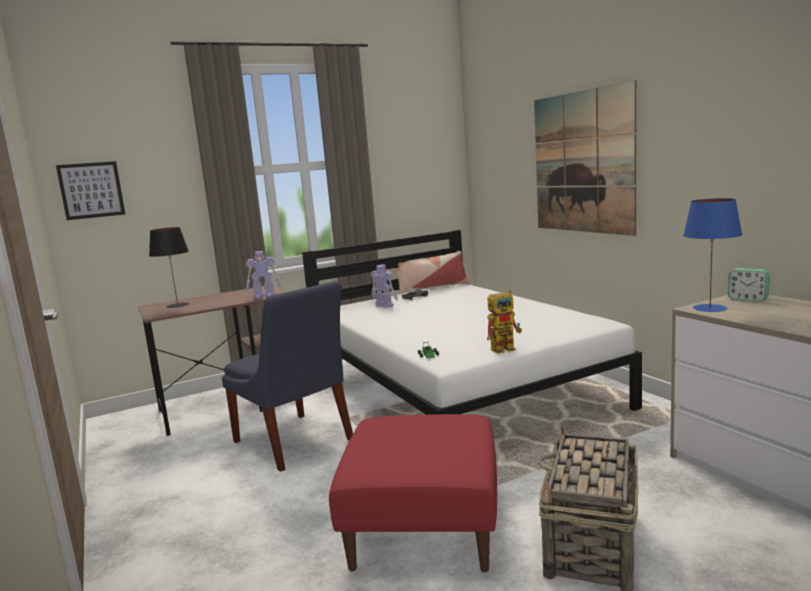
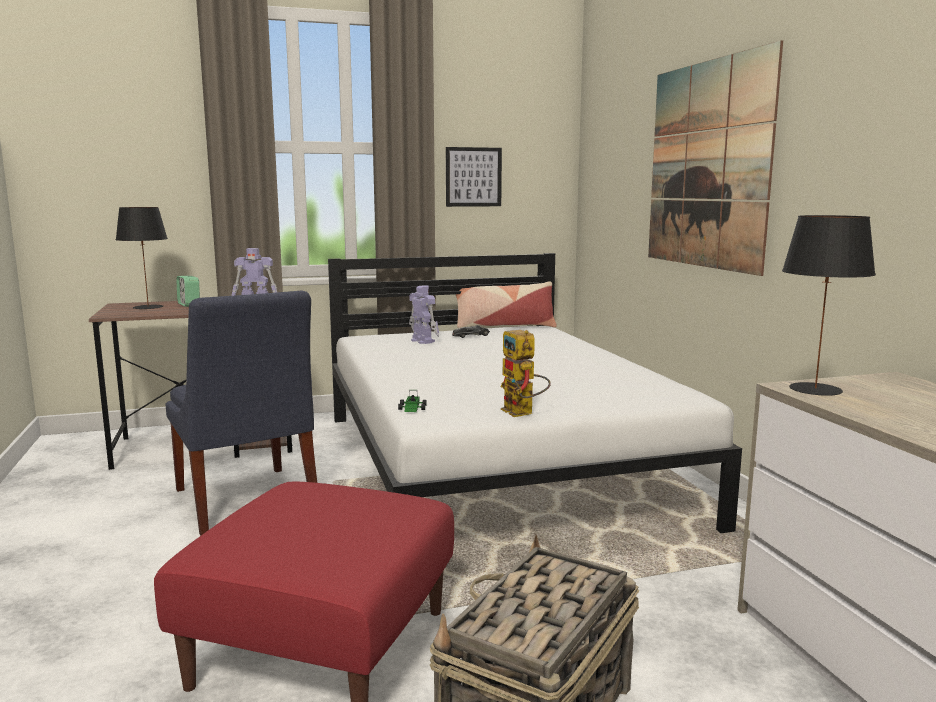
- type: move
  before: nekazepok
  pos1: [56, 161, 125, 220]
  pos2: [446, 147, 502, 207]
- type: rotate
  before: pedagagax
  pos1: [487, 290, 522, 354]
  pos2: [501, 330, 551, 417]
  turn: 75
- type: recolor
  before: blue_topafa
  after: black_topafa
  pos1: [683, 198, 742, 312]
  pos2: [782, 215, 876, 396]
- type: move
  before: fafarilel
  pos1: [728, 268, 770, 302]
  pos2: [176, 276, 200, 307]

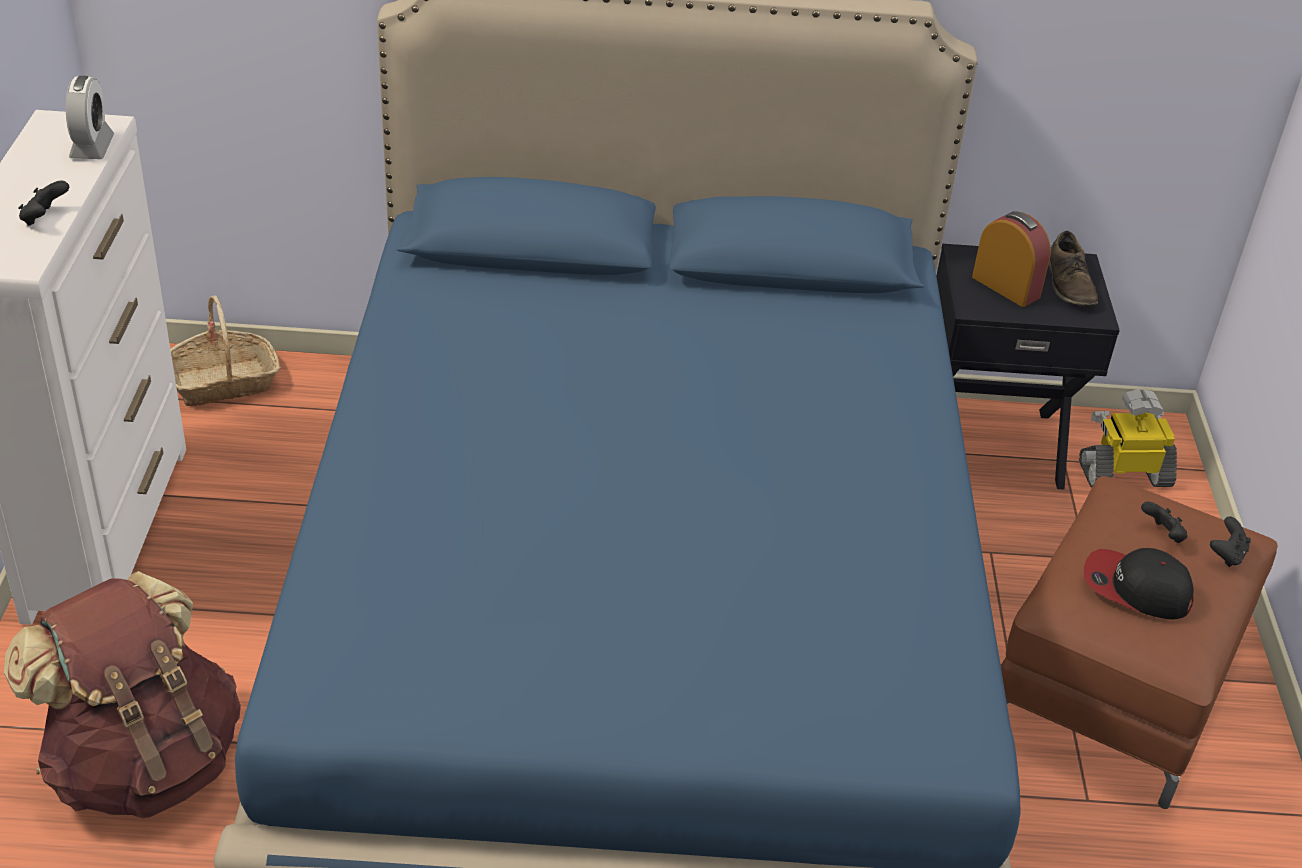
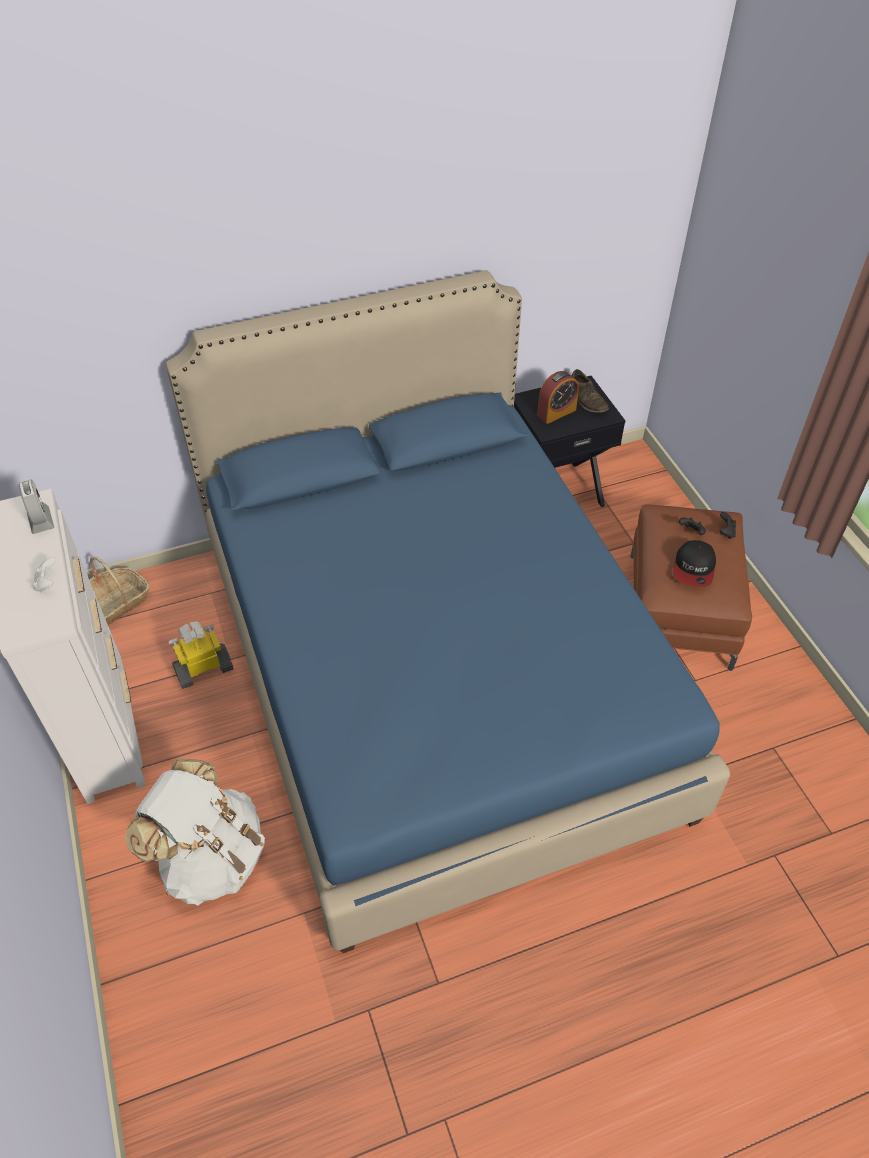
- type: recolor
  before: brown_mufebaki
  after: white_mufebaki
  pos1: [4, 571, 241, 818]
  pos2: [125, 759, 265, 905]
- type: recolor
  before: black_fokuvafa
  after: white_fokuvafa
  pos1: [18, 181, 69, 226]
  pos2: [32, 557, 56, 592]
- type: rotate
  before: fafarilel
  pos1: [972, 211, 1051, 307]
  pos2: [537, 371, 579, 424]
  turn: 120
- type: move
  before: pedagagax
  pos1: [1079, 389, 1177, 488]
  pos2: [168, 621, 234, 689]
- type: rotate
  before: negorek
  pos1: [1084, 548, 1193, 620]
  pos2: [673, 540, 716, 587]
  turn: -75

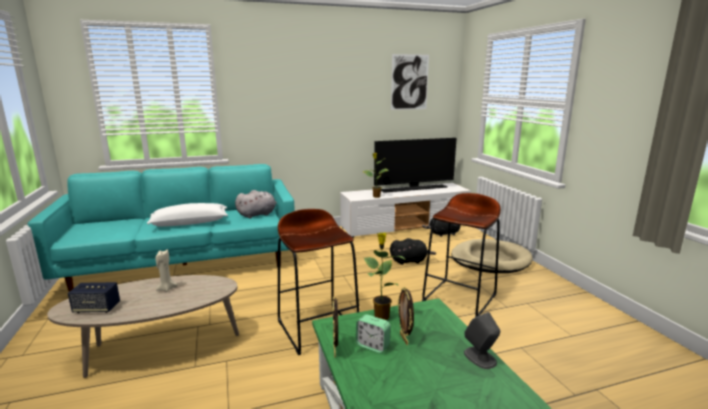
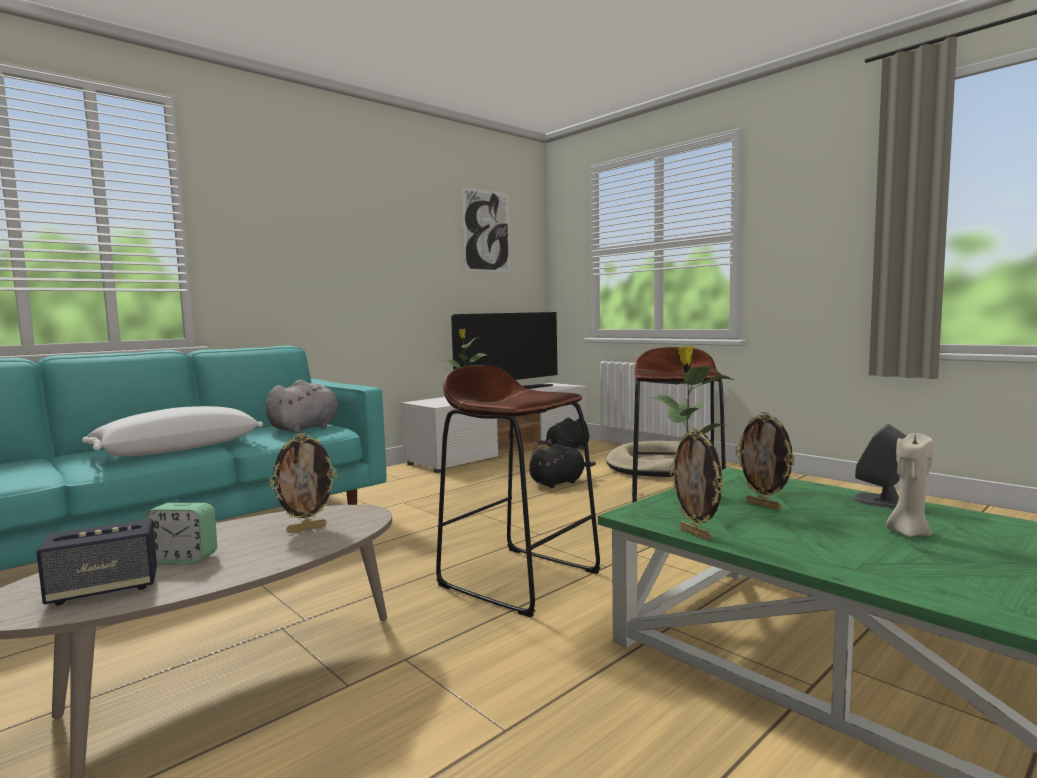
- type: move
  before: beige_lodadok
  pos1: [155, 250, 178, 292]
  pos2: [886, 433, 933, 537]
- type: move
  before: fafarilel
  pos1: [356, 314, 391, 353]
  pos2: [143, 503, 217, 564]
- type: insert
  after: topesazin
  pos2: [269, 433, 337, 533]

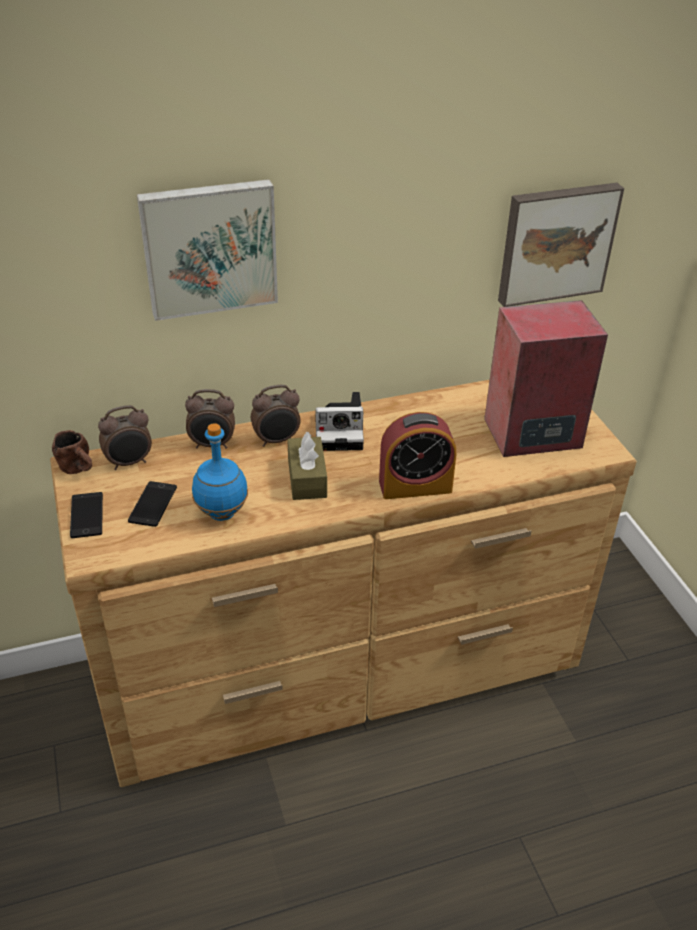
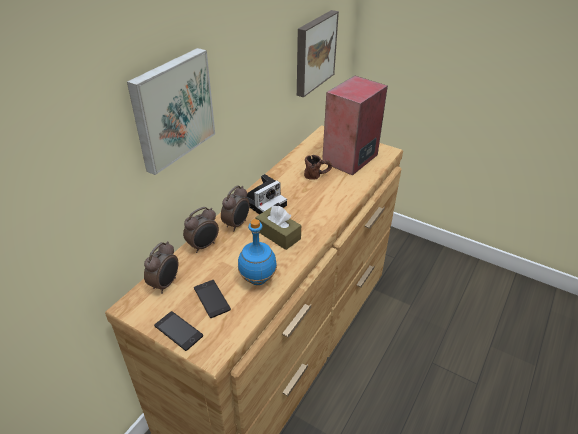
- type: move
  before: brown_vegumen
  pos1: [52, 430, 92, 474]
  pos2: [304, 155, 332, 180]
- type: delete
  before: fafarilel
  pos1: [379, 412, 456, 499]

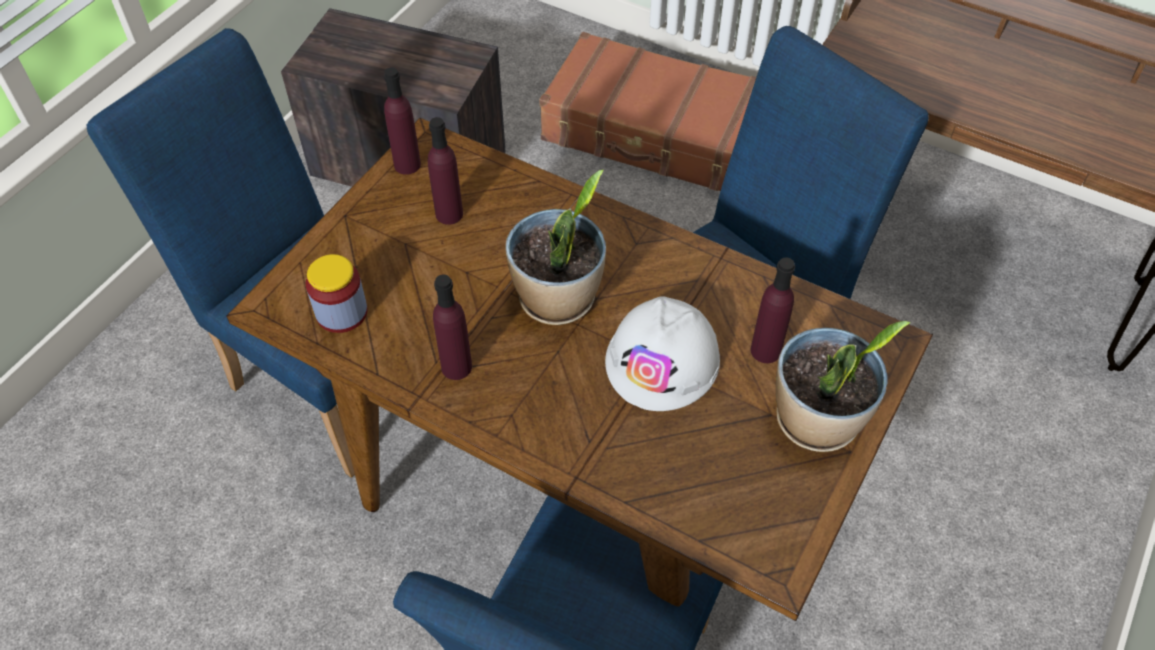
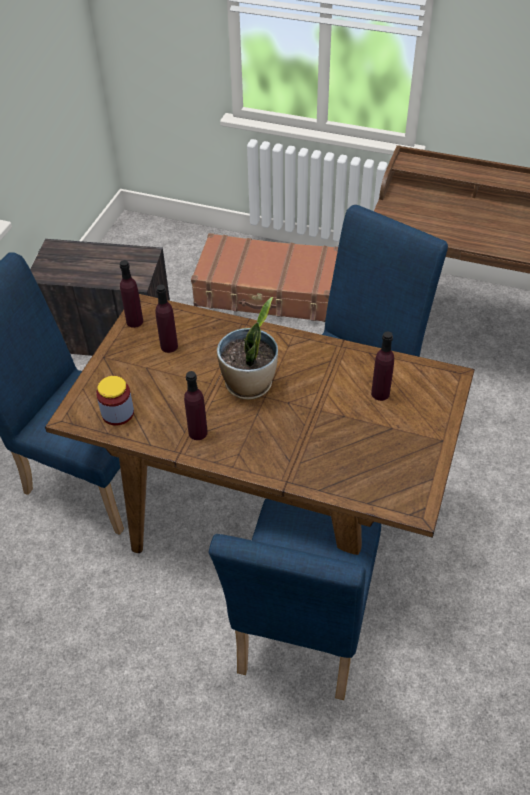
- type: delete
  before: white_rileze
  pos1: [605, 296, 720, 411]
- type: delete
  before: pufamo
  pos1: [776, 321, 911, 452]

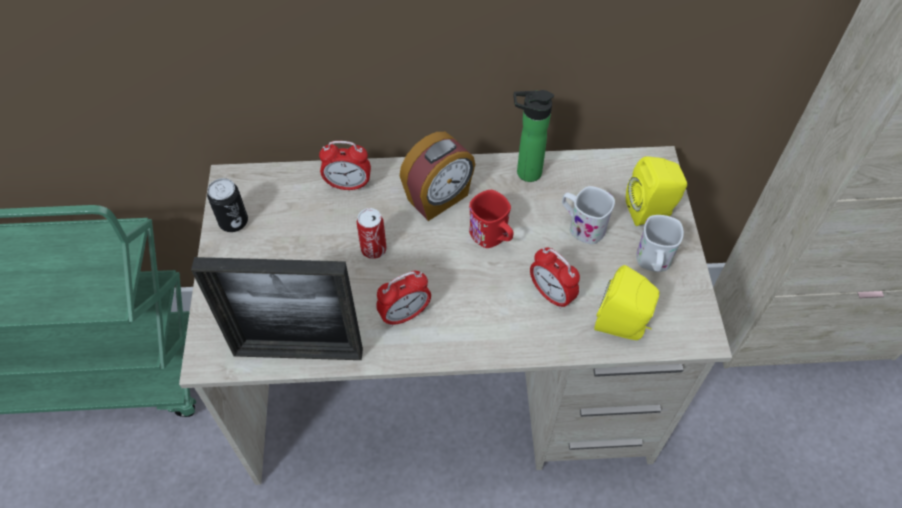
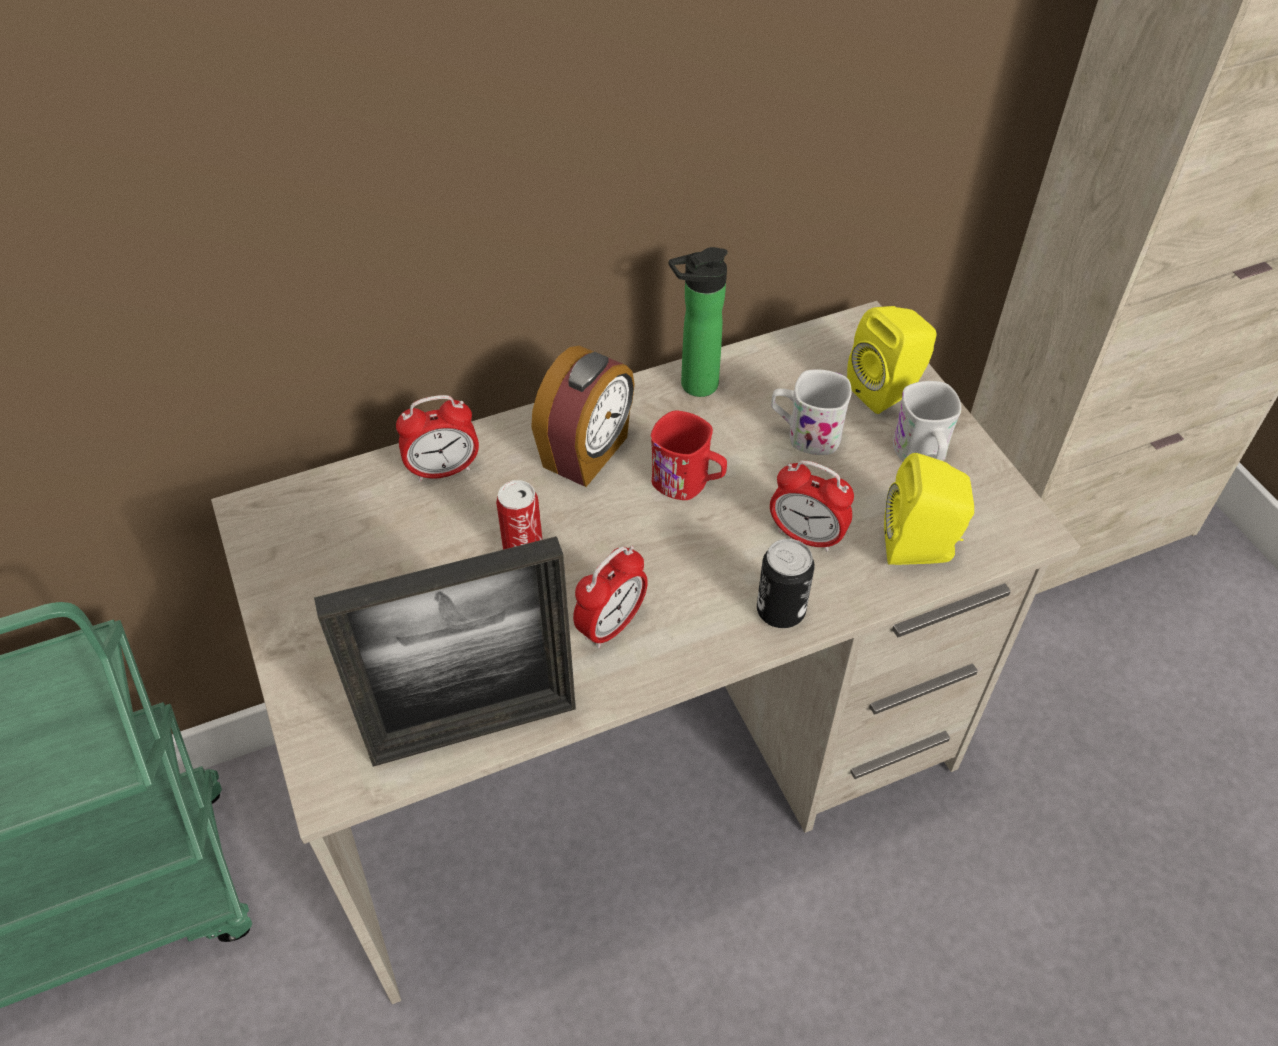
- type: move
  before: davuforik
  pos1: [207, 178, 248, 232]
  pos2: [757, 539, 815, 628]

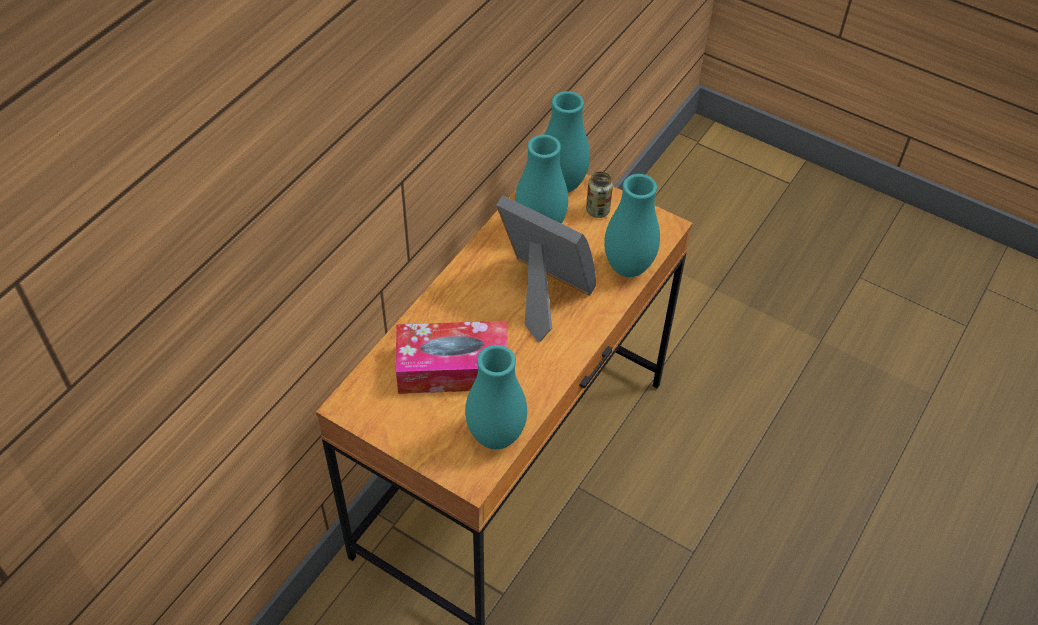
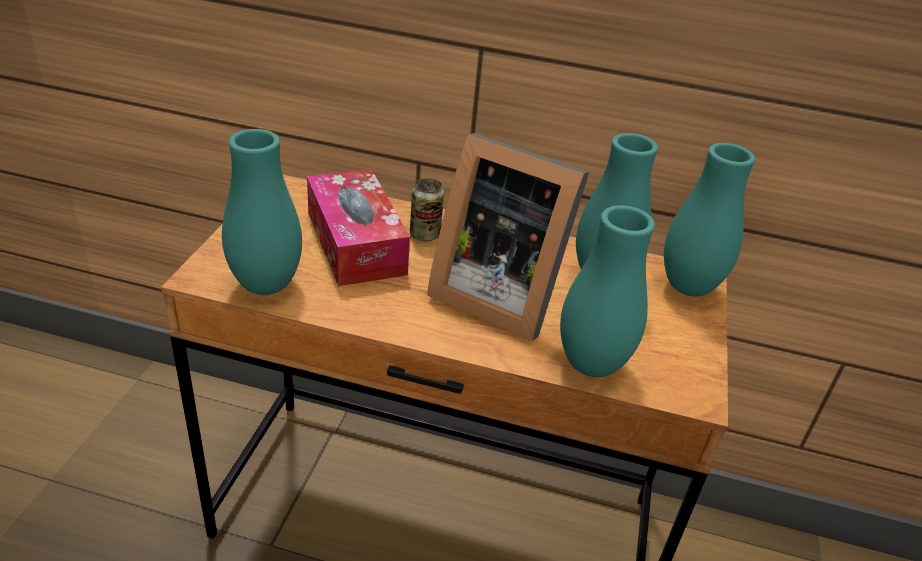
- type: rotate
  before: topesazin
  pos1: [496, 195, 596, 343]
  pos2: [427, 133, 589, 341]
  turn: 105
- type: move
  before: davuforik
  pos1: [586, 172, 613, 218]
  pos2: [410, 178, 444, 241]

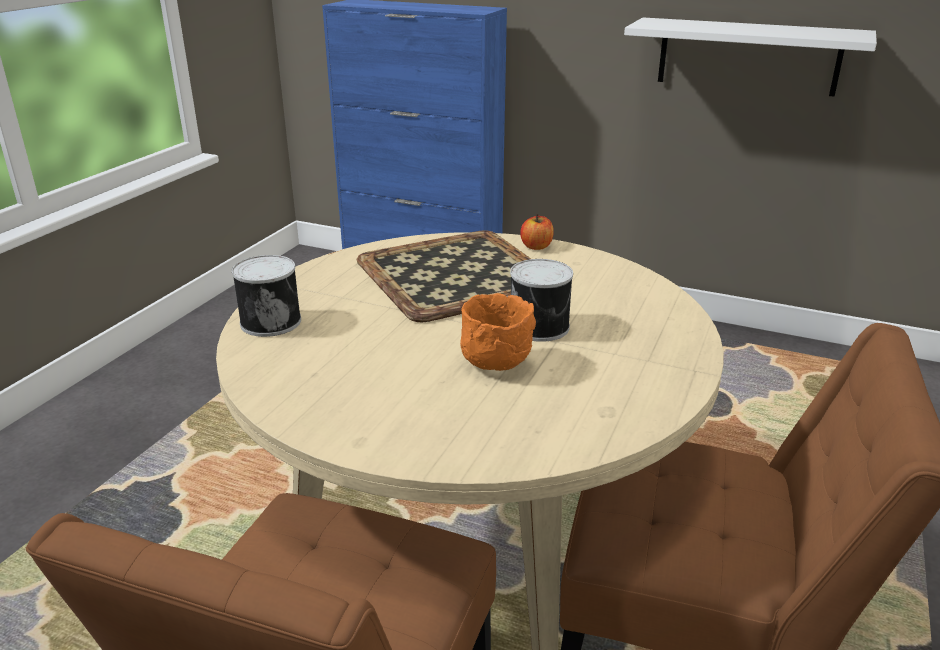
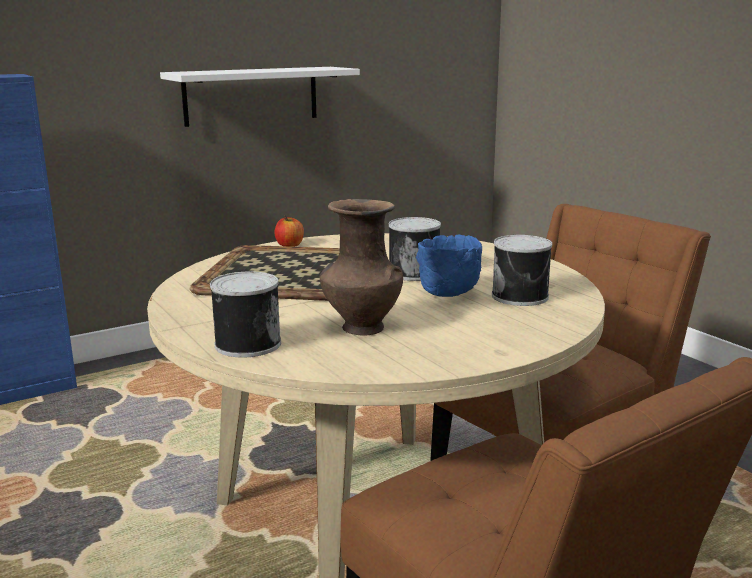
- type: recolor
  before: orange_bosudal
  after: blue_bosudal
  pos1: [460, 293, 536, 371]
  pos2: [416, 234, 482, 297]
- type: insert
  after: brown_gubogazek
  pos2: [320, 199, 403, 335]
- type: insert
  after: davuforik
  pos2: [492, 235, 552, 306]

